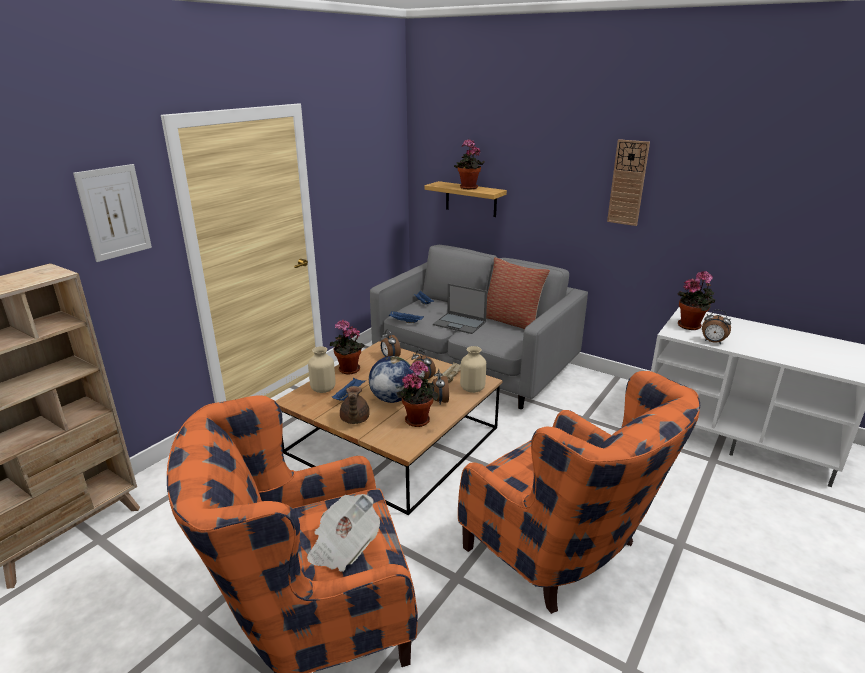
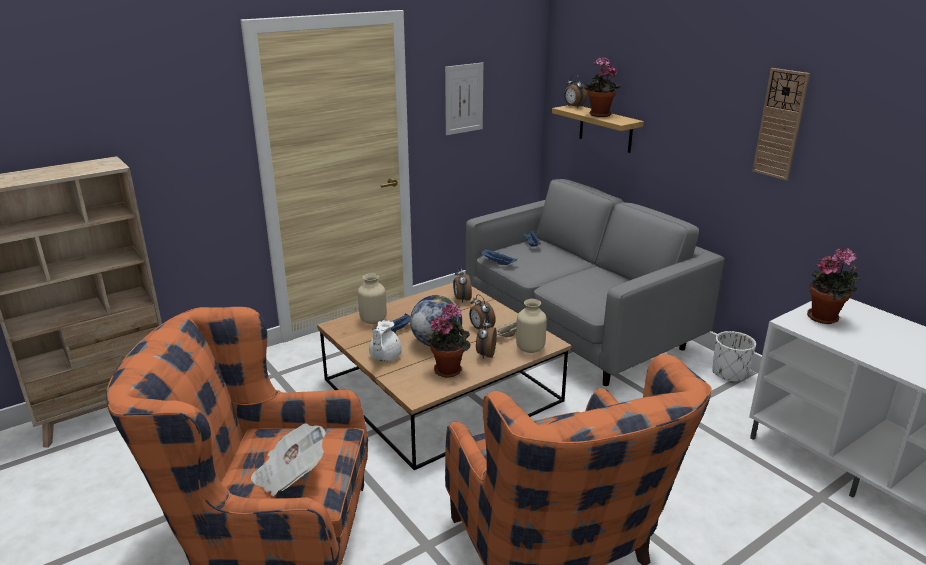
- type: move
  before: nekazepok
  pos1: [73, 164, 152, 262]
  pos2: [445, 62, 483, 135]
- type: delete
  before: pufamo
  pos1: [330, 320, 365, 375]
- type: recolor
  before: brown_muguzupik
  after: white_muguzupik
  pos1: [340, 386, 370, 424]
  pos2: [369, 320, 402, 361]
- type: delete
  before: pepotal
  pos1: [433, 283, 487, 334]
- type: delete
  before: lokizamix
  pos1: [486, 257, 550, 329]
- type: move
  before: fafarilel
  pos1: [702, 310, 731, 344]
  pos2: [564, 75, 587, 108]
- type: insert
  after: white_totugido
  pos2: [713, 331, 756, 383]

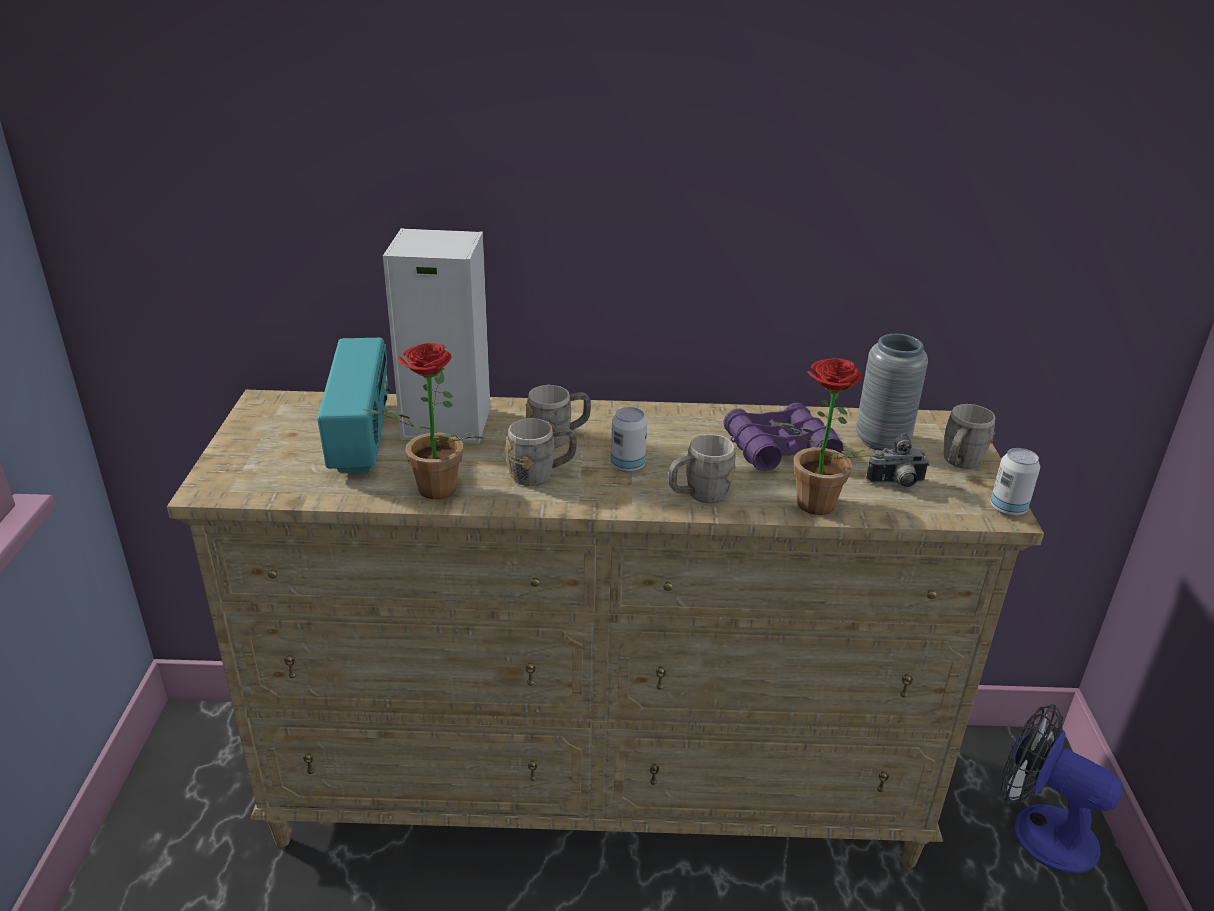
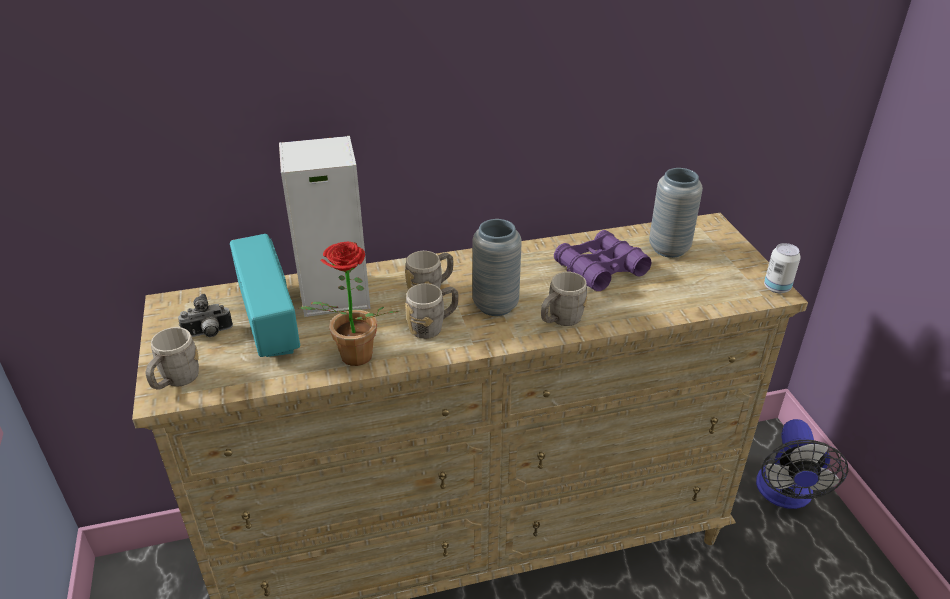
- type: replace
  before: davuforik
  after: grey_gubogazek
  pos1: [611, 407, 647, 473]
  pos2: [473, 219, 522, 316]
- type: delete
  before: pufamo
  pos1: [768, 358, 883, 515]
- type: move
  before: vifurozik
  pos1: [866, 433, 929, 487]
  pos2: [178, 294, 233, 337]
- type: move
  before: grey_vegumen
  pos1: [944, 404, 995, 469]
  pos2: [145, 327, 199, 390]
- type: rotate
  before: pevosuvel
  pos1: [1001, 704, 1123, 873]
  pos2: [756, 419, 848, 509]
  turn: -105

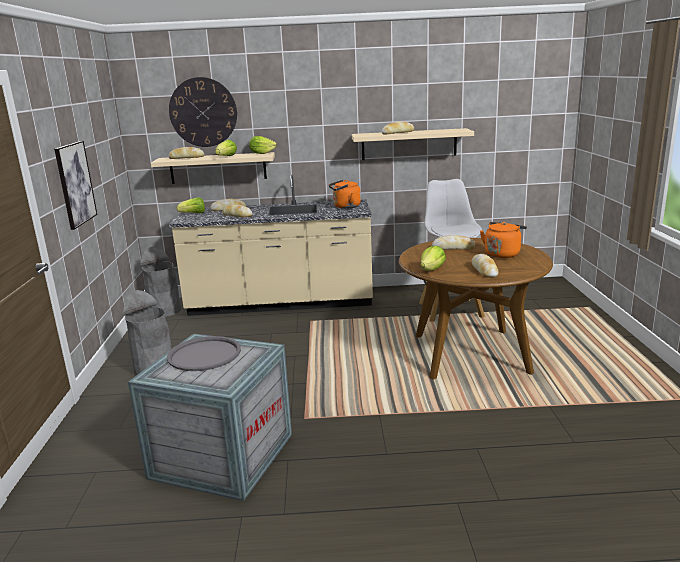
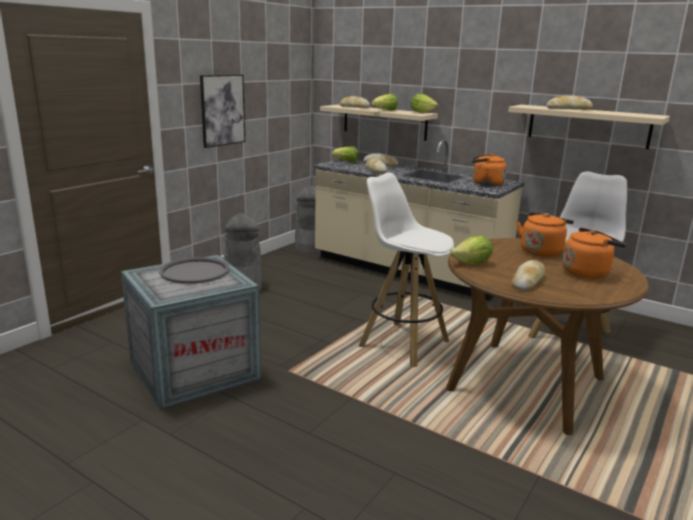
- type: delete
  before: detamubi
  pos1: [169, 77, 237, 147]
- type: replace
  before: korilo
  after: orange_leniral
  pos1: [432, 235, 475, 250]
  pos2: [516, 212, 574, 257]
- type: insert
  after: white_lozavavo
  pos2: [359, 172, 454, 367]

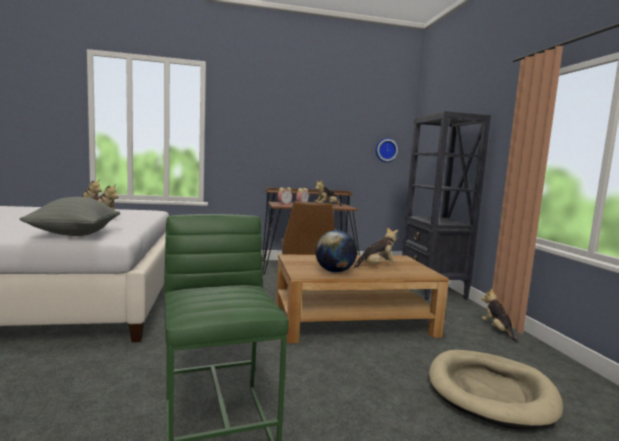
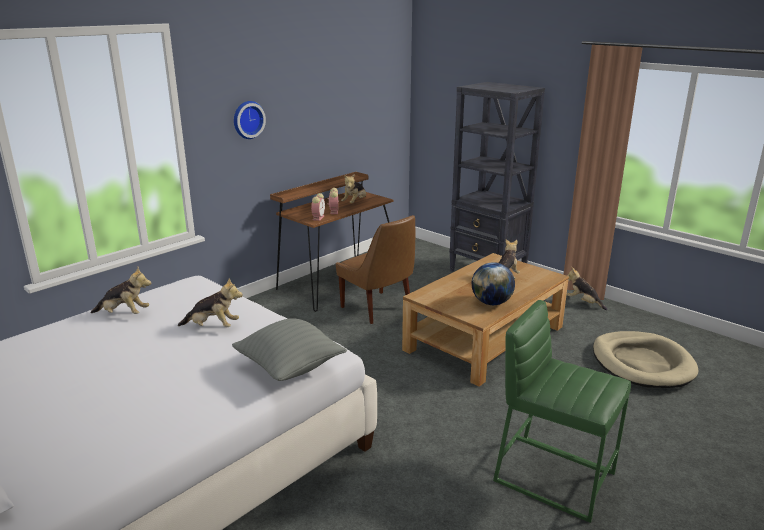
- type: move
  before: detamubi
  pos1: [376, 138, 398, 162]
  pos2: [234, 101, 266, 139]

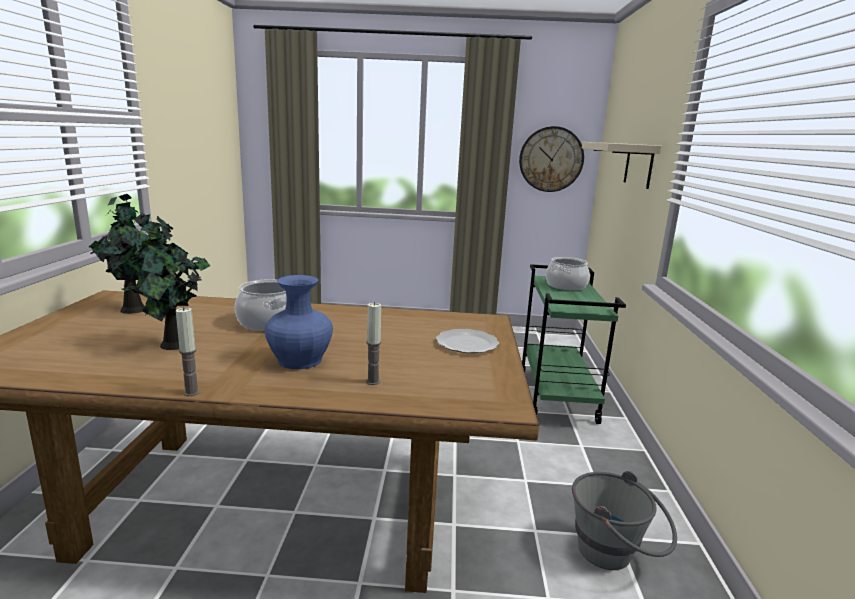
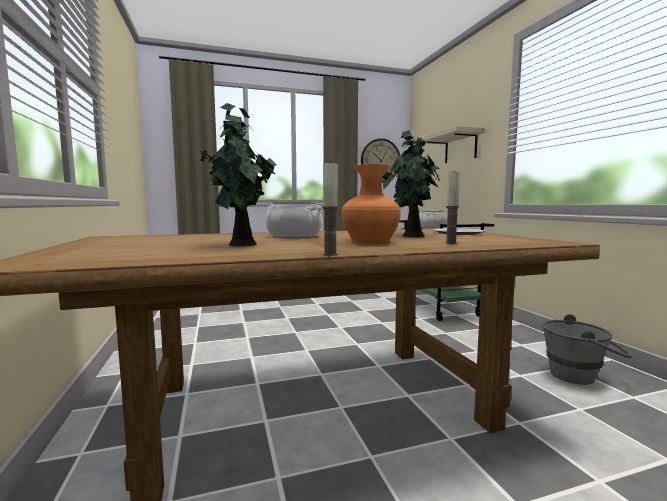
- type: move
  before: pufamo
  pos1: [89, 194, 151, 314]
  pos2: [382, 130, 440, 237]
- type: recolor
  before: blue_gubogazek
  after: orange_gubogazek
  pos1: [265, 275, 333, 369]
  pos2: [342, 164, 401, 244]

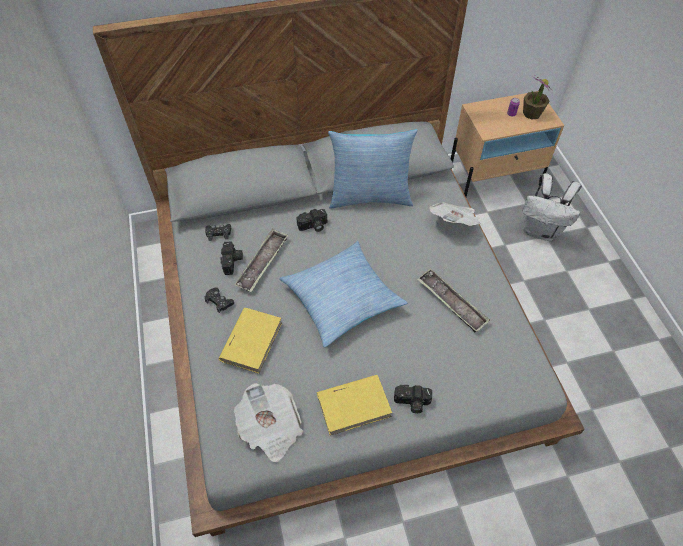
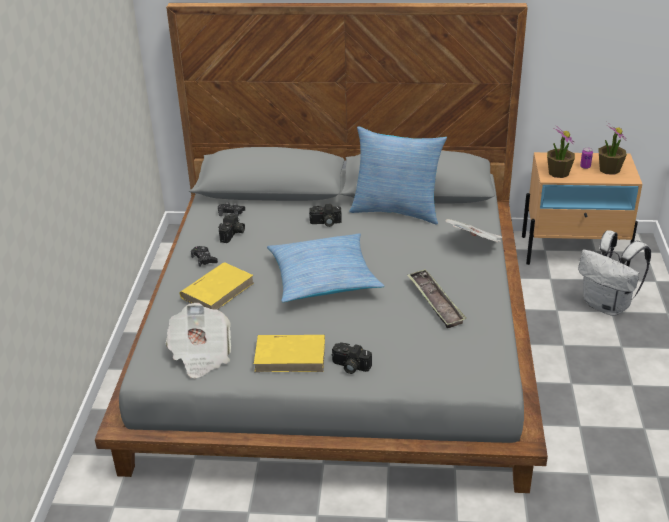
- type: delete
  before: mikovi
  pos1: [235, 229, 288, 292]
- type: insert
  after: pufamo
  pos2: [547, 125, 575, 178]

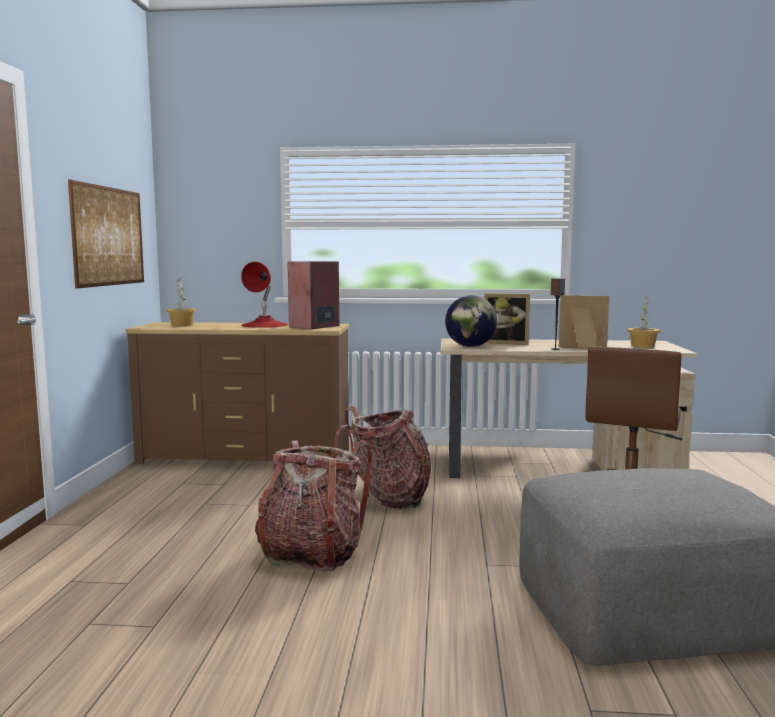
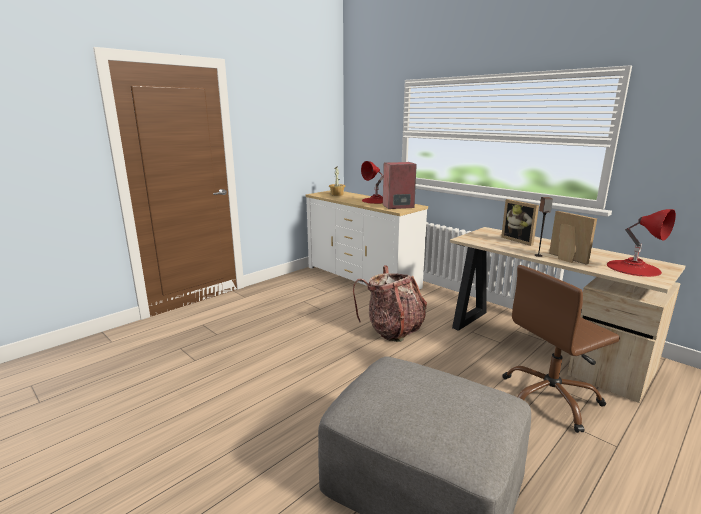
- type: delete
  before: nekazepok
  pos1: [68, 180, 144, 288]
- type: recolor
  before: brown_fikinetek
  after: white_fikinetek
  pos1: [126, 322, 349, 464]
  pos2: [306, 190, 428, 290]
- type: delete
  before: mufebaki
  pos1: [255, 440, 372, 572]
- type: delete
  before: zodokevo
  pos1: [445, 295, 497, 347]
- type: replace
  before: pufamo
  after: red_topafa
  pos1: [627, 295, 660, 348]
  pos2: [607, 209, 676, 277]

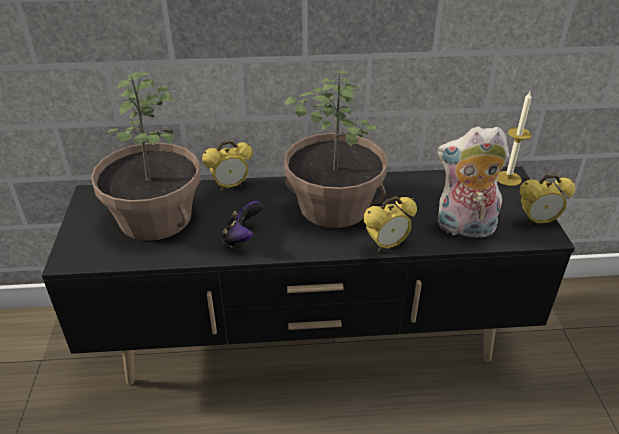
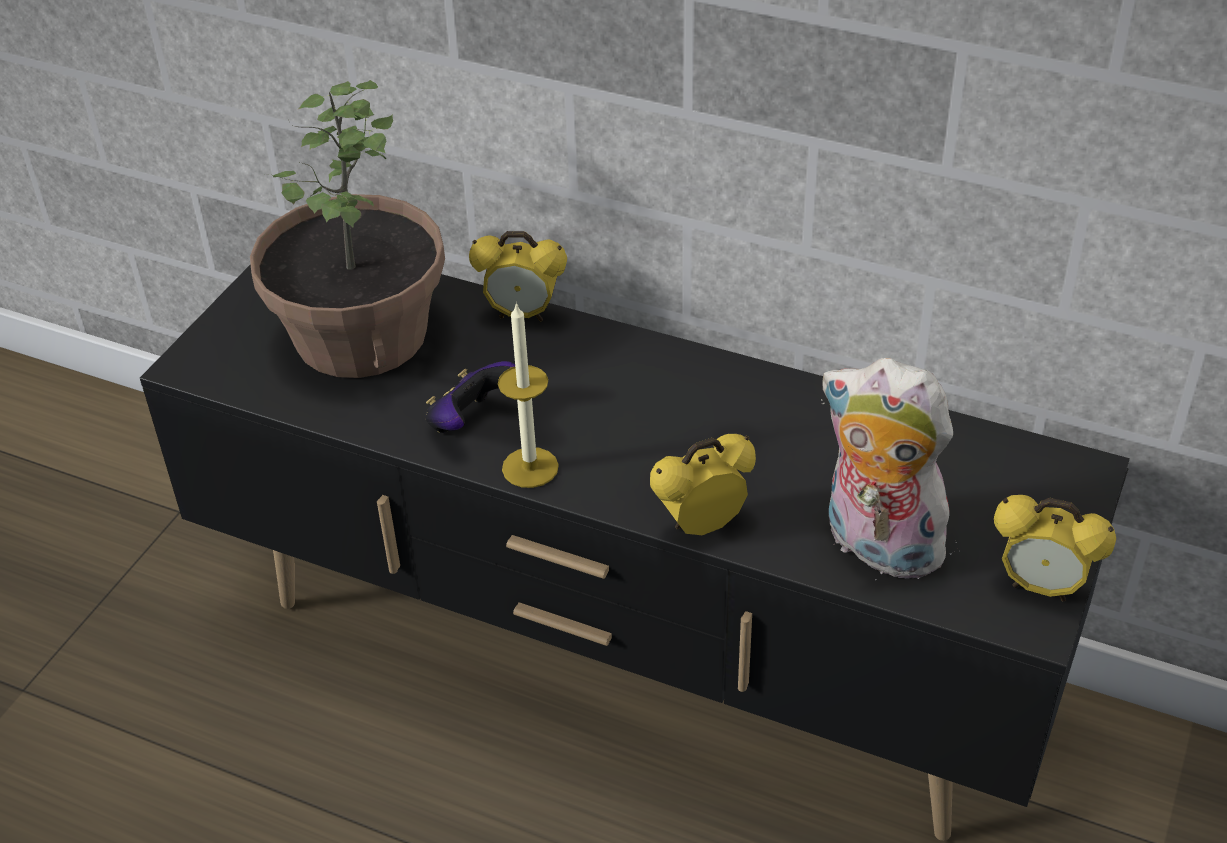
- type: delete
  before: pufamo
  pos1: [284, 70, 387, 228]
- type: rotate
  before: fafarilel
  pos1: [364, 196, 417, 252]
  pos2: [650, 434, 756, 535]
  turn: 150
- type: move
  before: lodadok
  pos1: [497, 92, 532, 186]
  pos2: [498, 302, 559, 488]

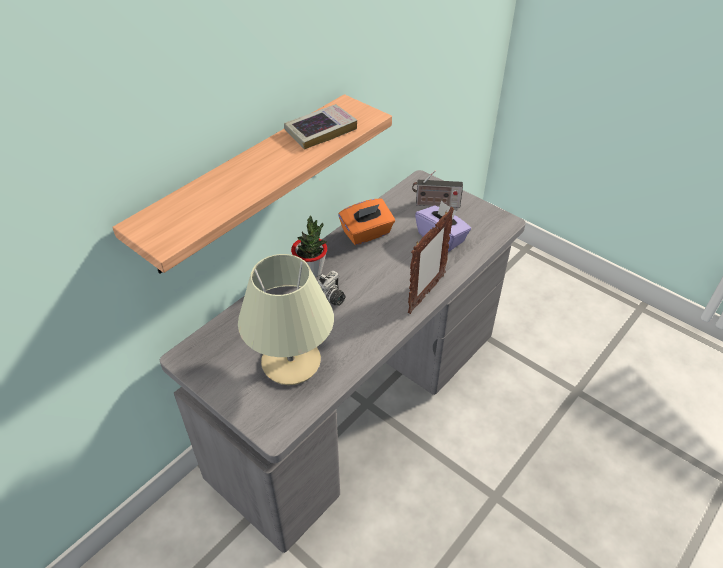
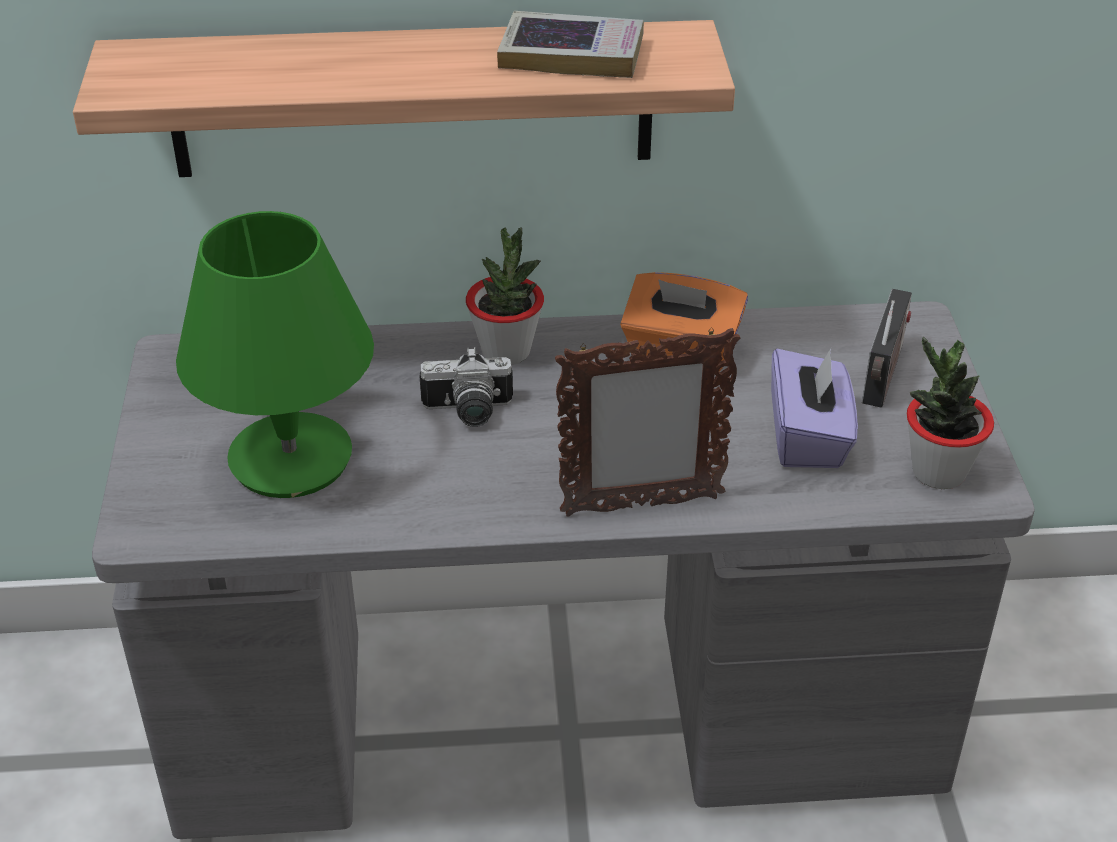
- type: recolor
  before: beige_topafa
  after: green_topafa
  pos1: [238, 254, 334, 385]
  pos2: [176, 211, 374, 498]
- type: rotate
  before: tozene
  pos1: [412, 171, 463, 208]
  pos2: [862, 289, 912, 408]
  turn: -120
- type: insert
  after: pufamo
  pos2: [907, 337, 994, 489]

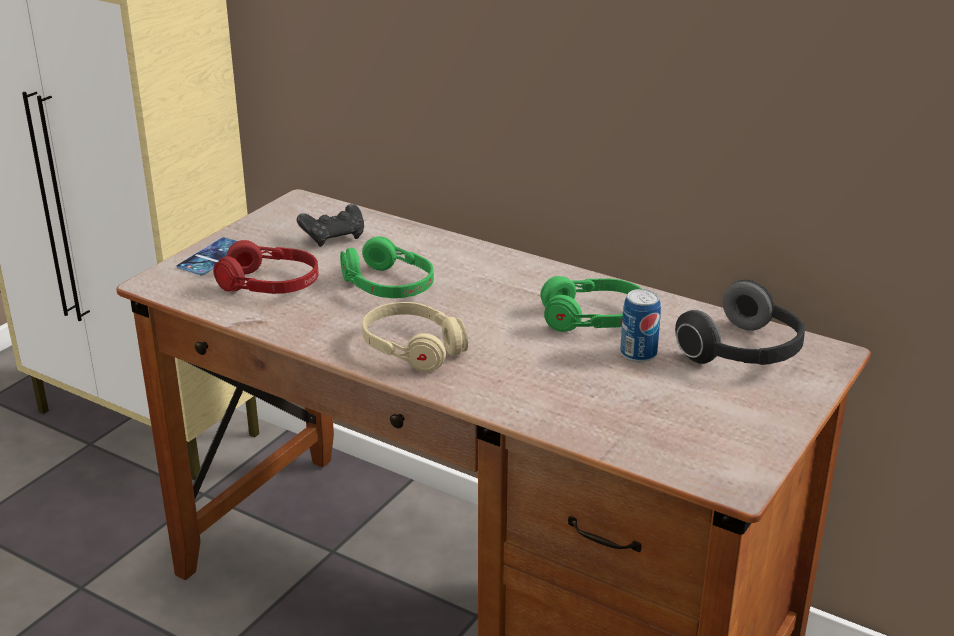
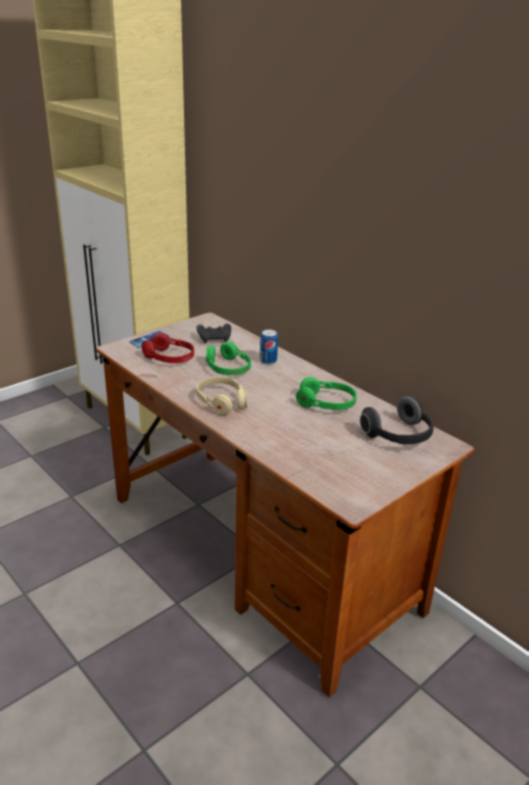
- type: move
  before: davuforik
  pos1: [620, 289, 661, 362]
  pos2: [260, 330, 278, 365]

